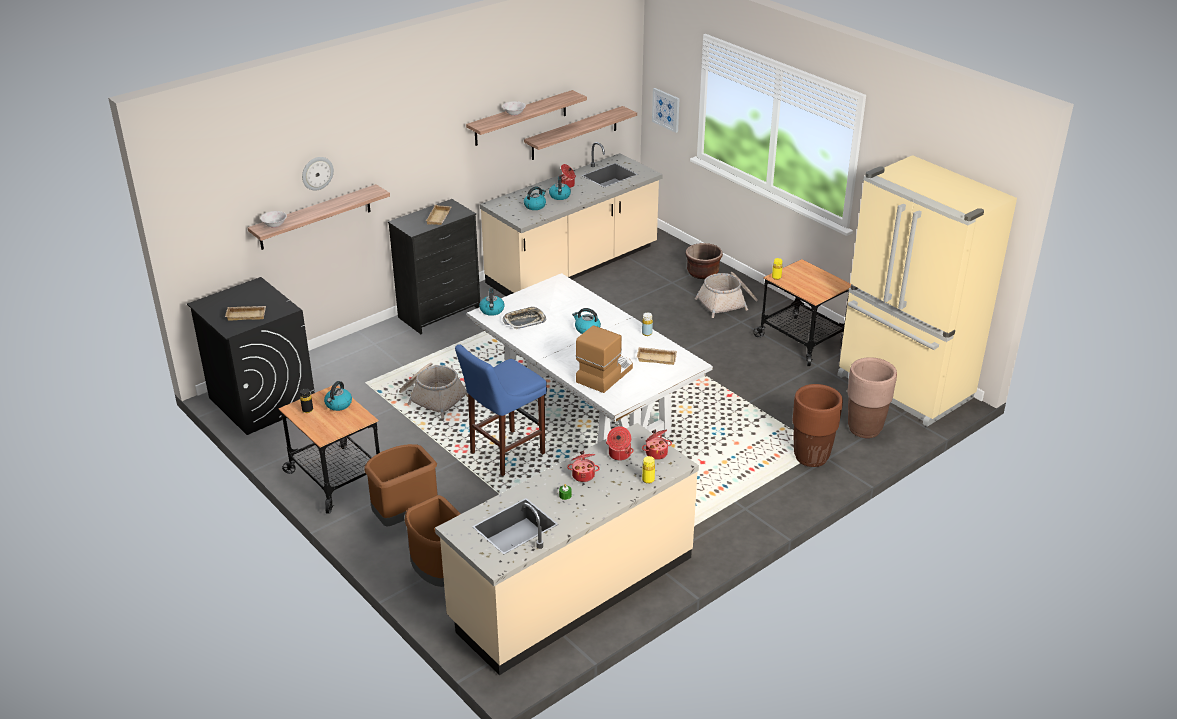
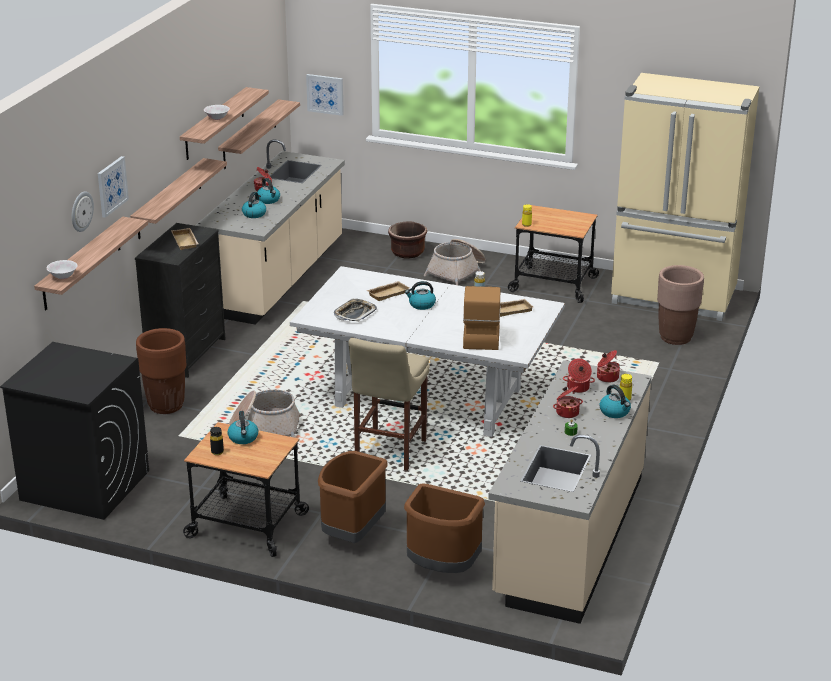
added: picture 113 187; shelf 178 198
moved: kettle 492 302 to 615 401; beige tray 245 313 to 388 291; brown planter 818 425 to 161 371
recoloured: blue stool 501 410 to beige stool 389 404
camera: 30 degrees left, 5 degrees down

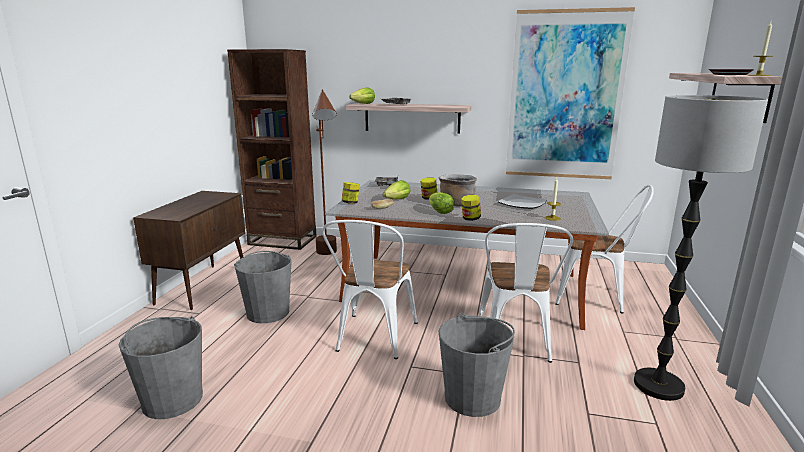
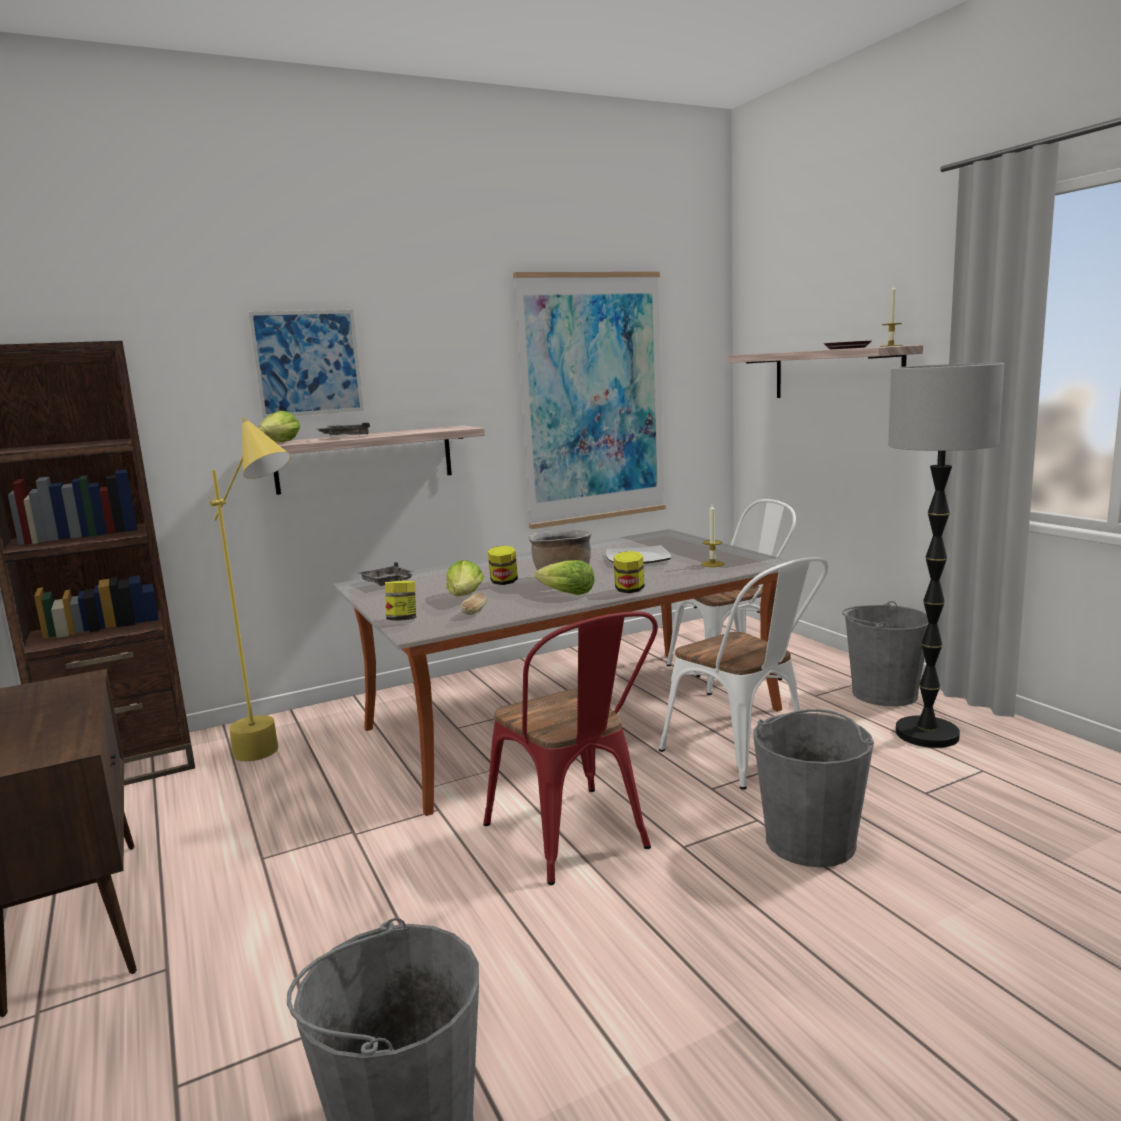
added: picture 306 364
moved: grey bucket 263 287 to 885 653
recoloured: brown floor lamp 324 172 to yellow floor lamp 248 589; white chair 370 289 to red chair 570 748
camera: 40 degrees left, 5 degrees down

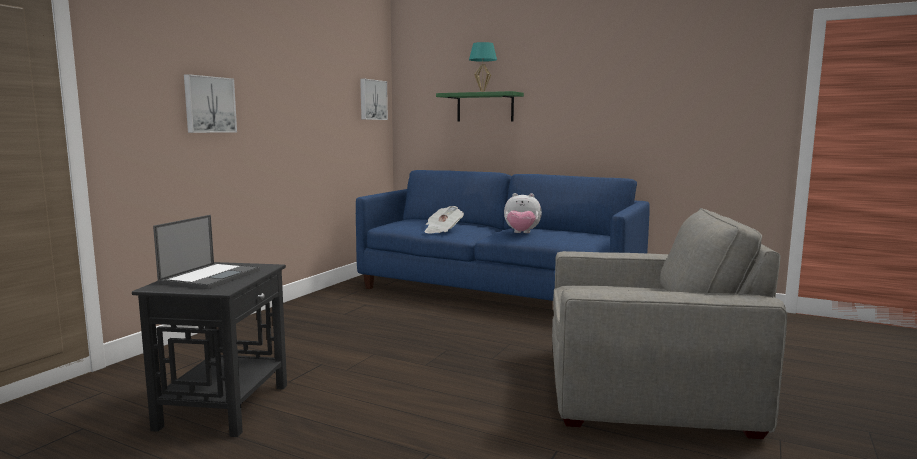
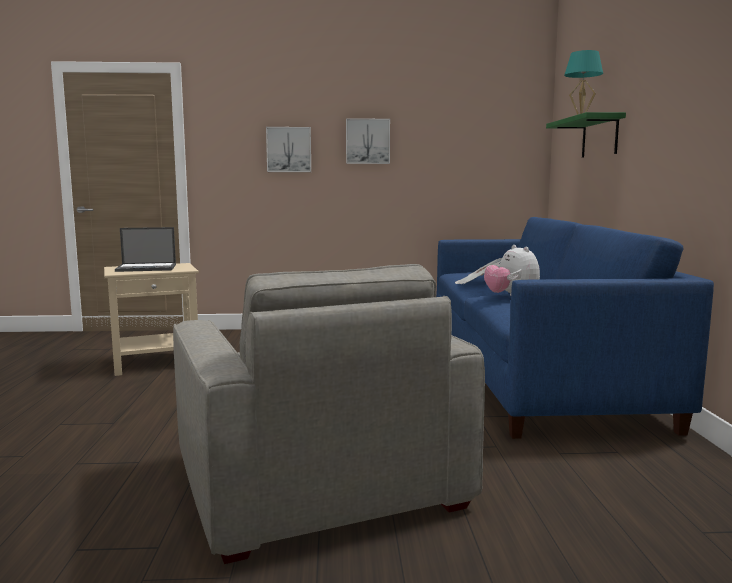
moved: picture 374 99 to 368 141
recoloured: black side table 209 349 to beige side table 151 319
camera: 60 degrees right, 0 degrees up

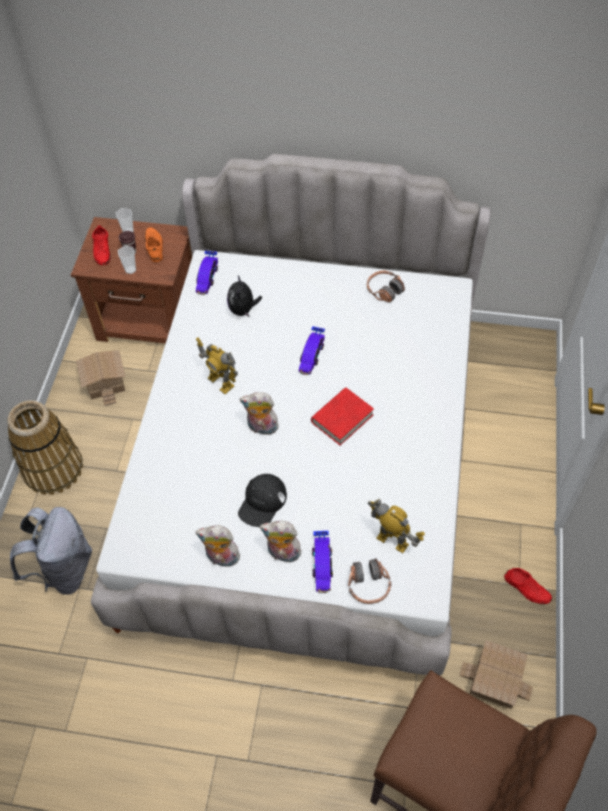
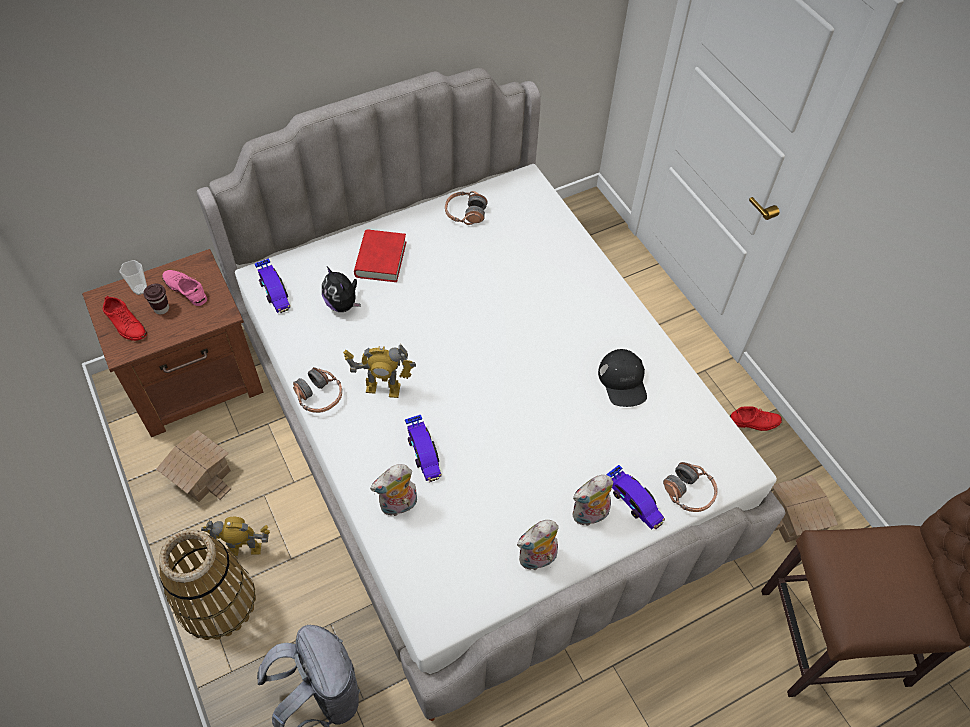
removed: cup 127 260
added: headphones 317 390
moved: toy car 312 350 to 423 448; red book 342 416 to 380 255; plush toy 259 413 to 393 490; black cap 262 500 to 622 378; toy robot 396 526 to 235 536
recoloured: orange shoe 154 244 to pink shoe 184 288
camera: 40 degrees left, 0 degrees up

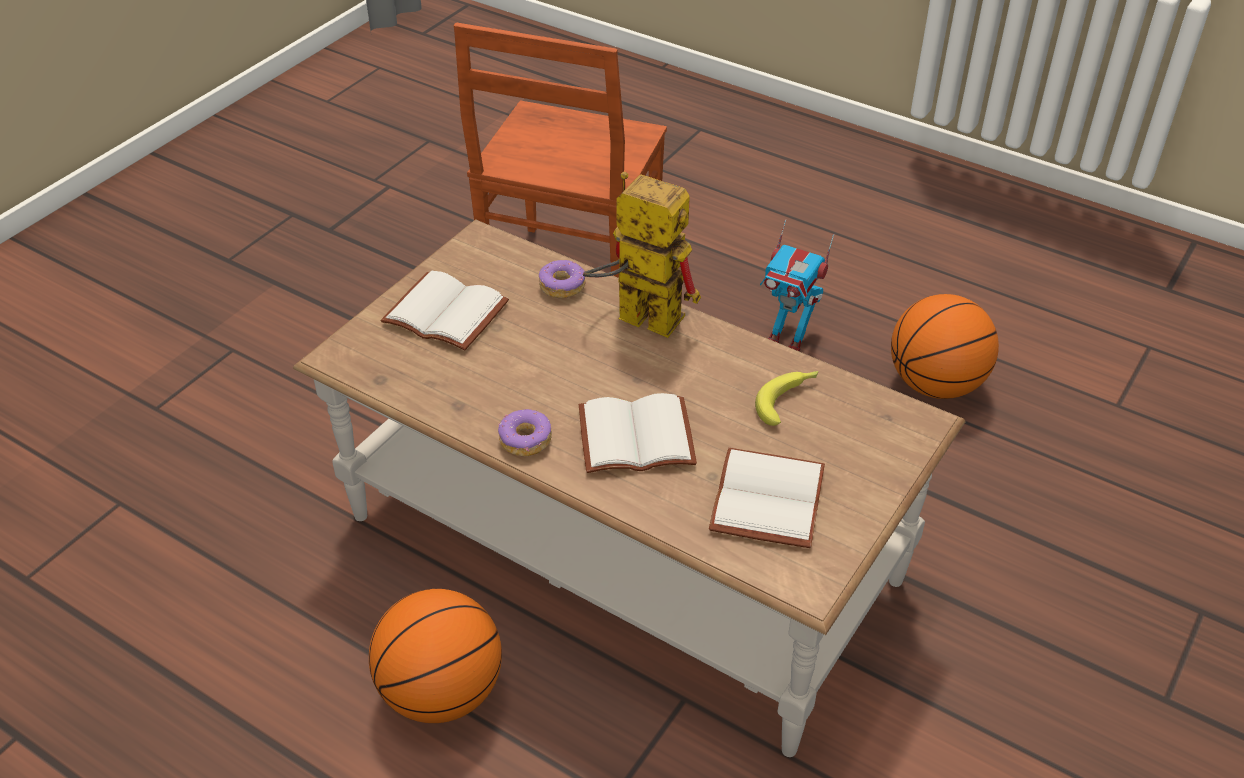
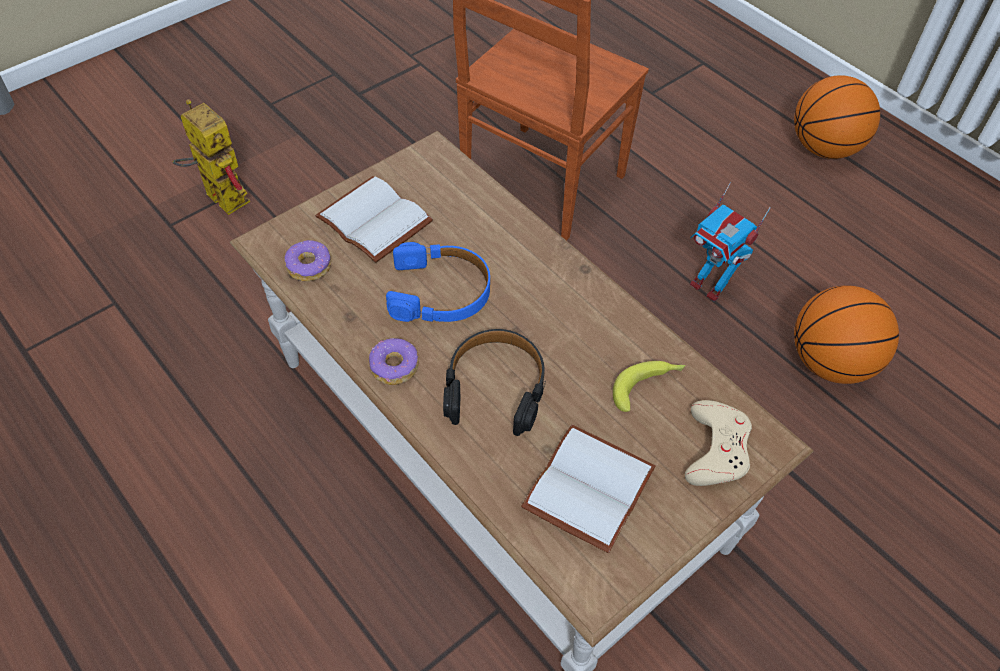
added: blue headphones 438 282; beige game controller 718 443
moved: toy robot 642 255 to 211 157; donut 562 279 to 307 260; basketball 435 656 to 837 117
replaced: white book 638 433 to black headphones 494 382
camera: 15 degrees right, 10 degrees up

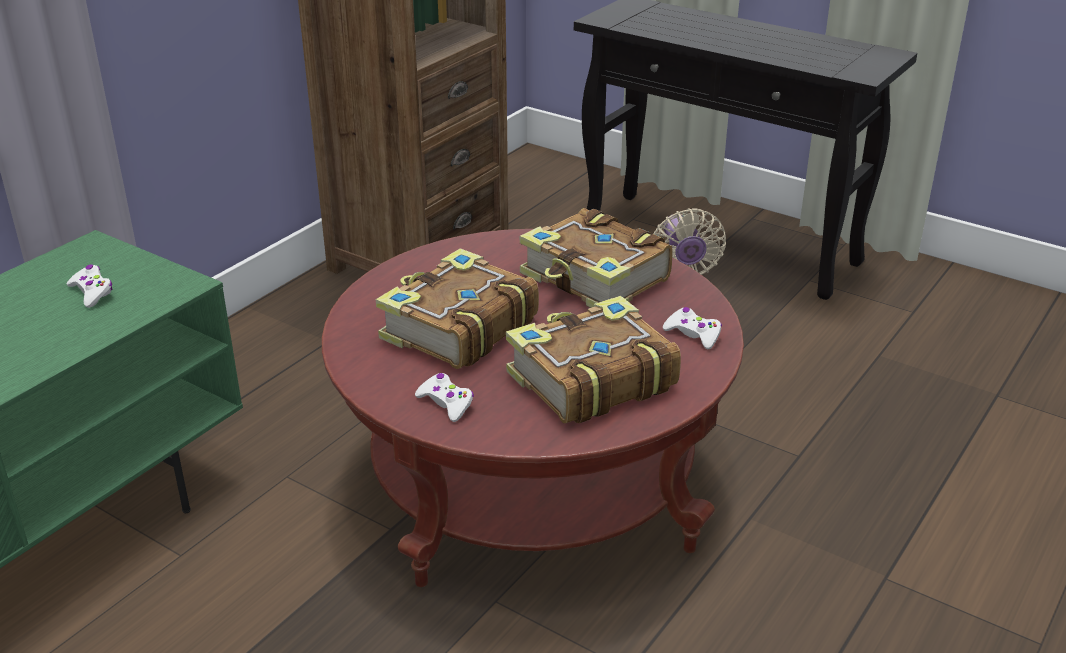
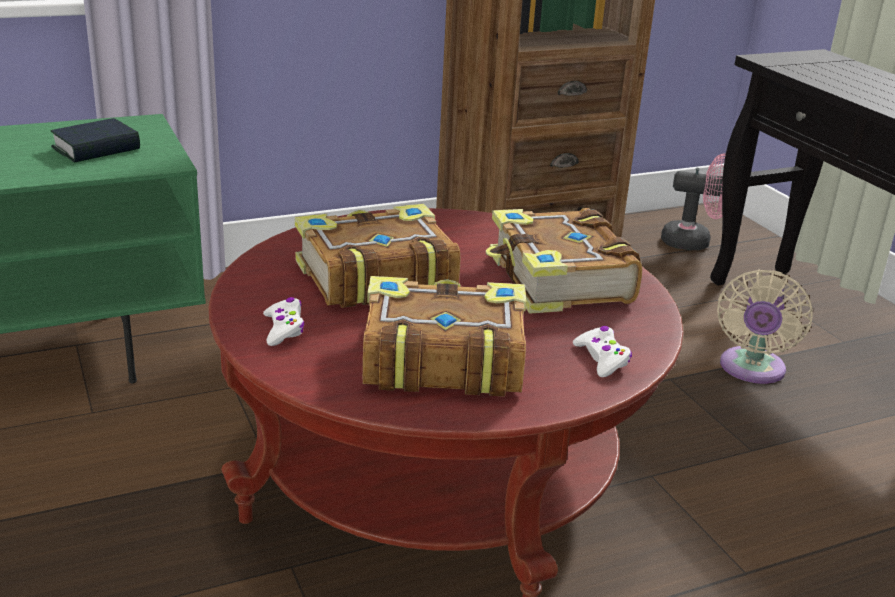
added: pink fan 693 201
replaced: white game controller 89 286 to book 95 140
camera: 30 degrees right, 5 degrees down

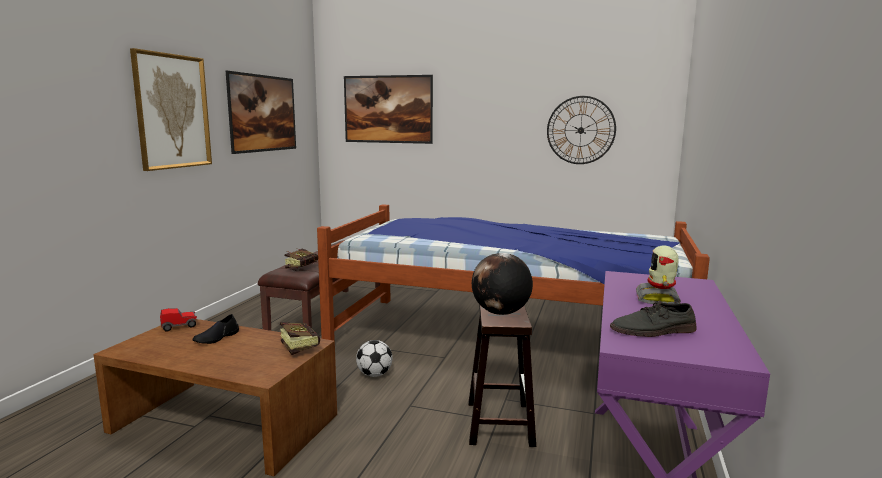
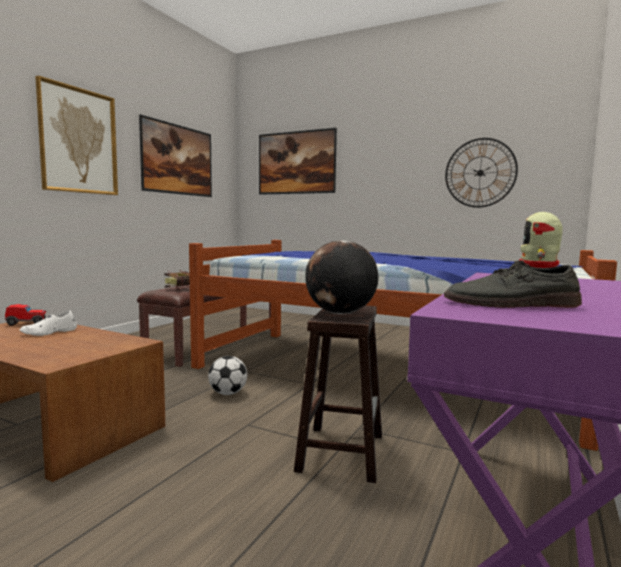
removed: book 300 338
recoloured: black shoe 215 329 to white shoe 48 323
camera: 10 degrees right, 5 degrees down

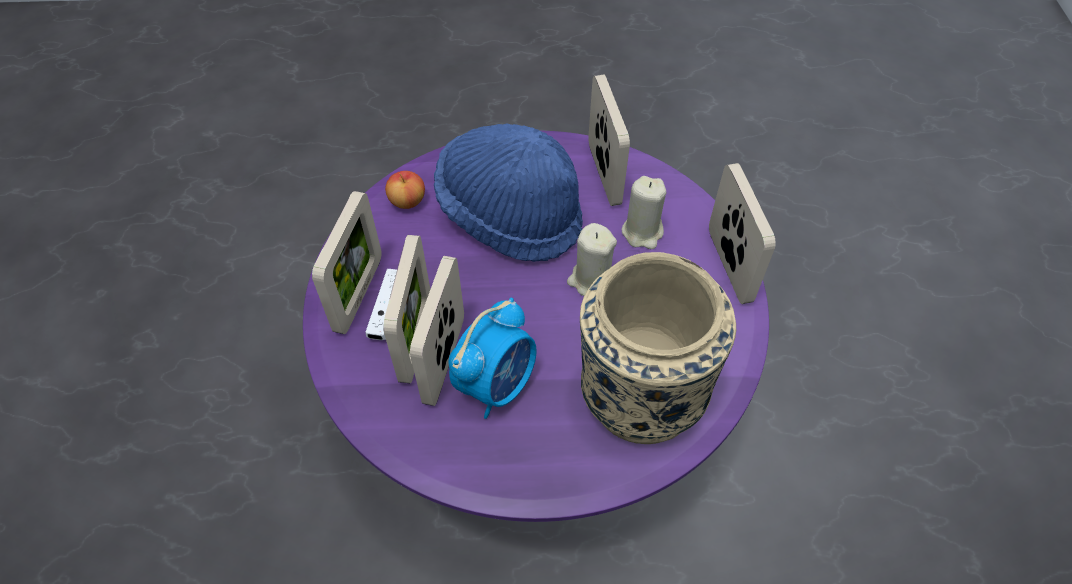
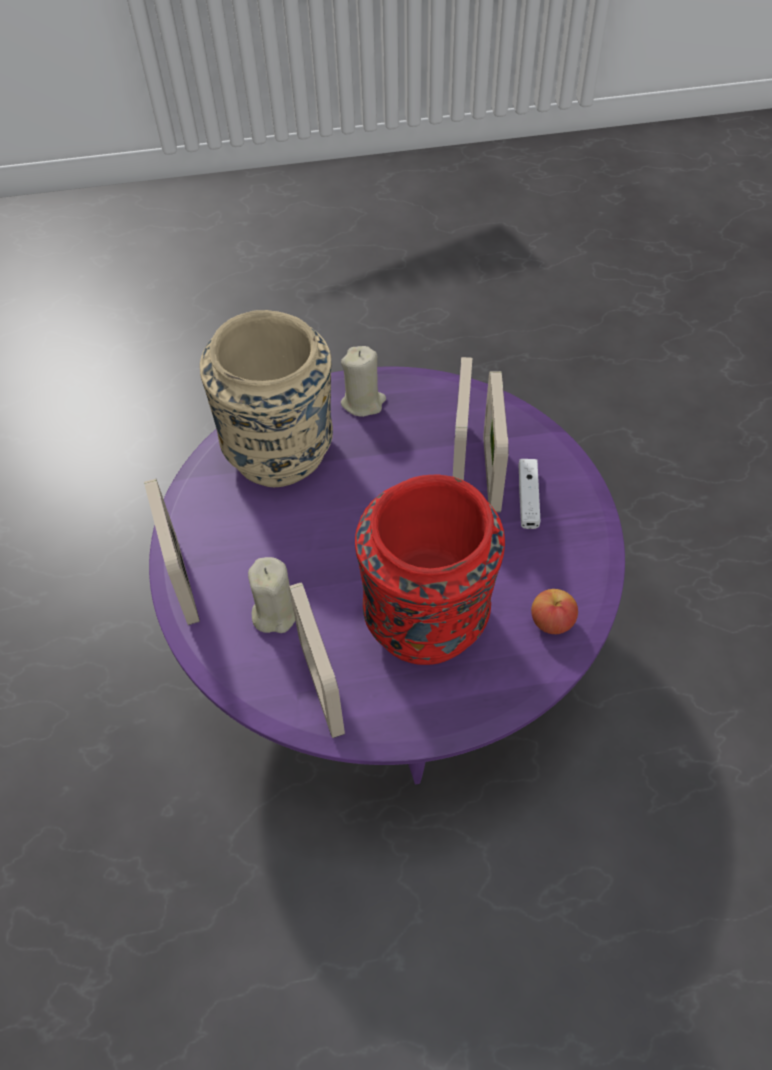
removed: picture frame 347 262; alarm clock 493 358
moved: beige candle 592 259 to 363 381
replaced: blue hat 508 192 to red vase 430 570
camera: 175 degrees right, 0 degrees up

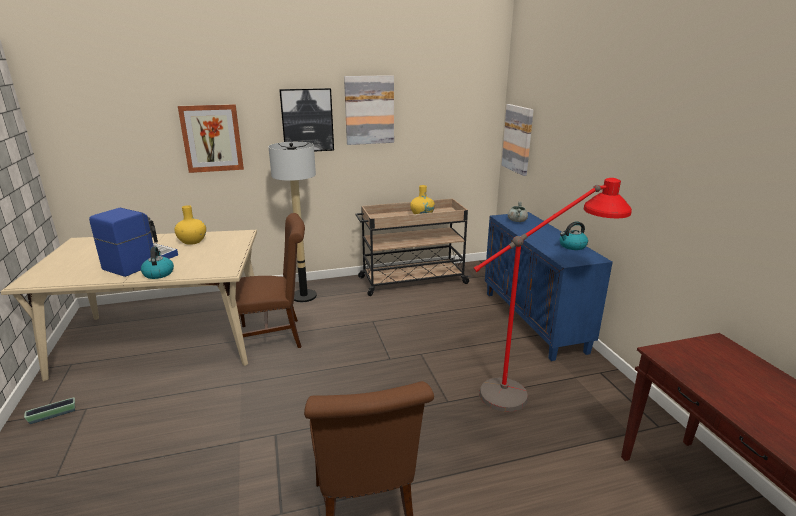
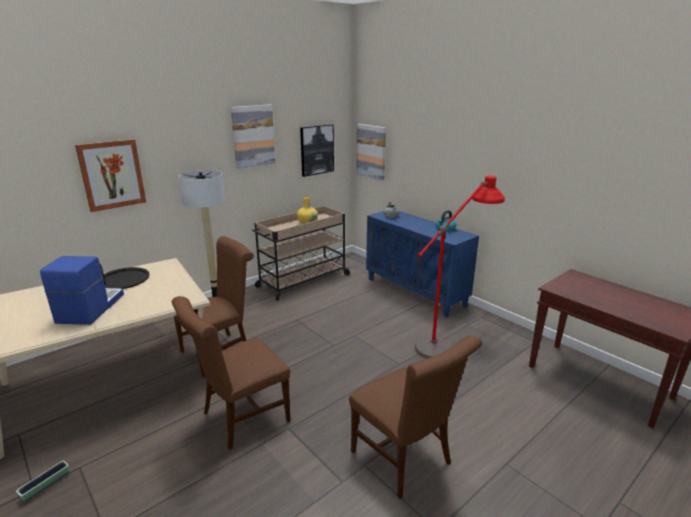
removed: kettle 157 263
added: brown chair 231 373
moved: picture 306 120 to 317 150
replaced: yellow vase 190 225 to black tray 127 278
camera: 25 degrees left, 0 degrees up

